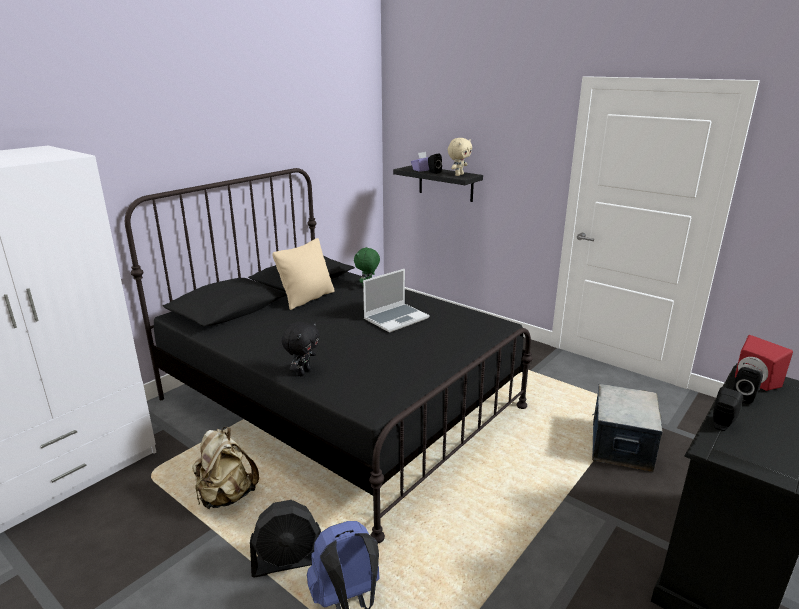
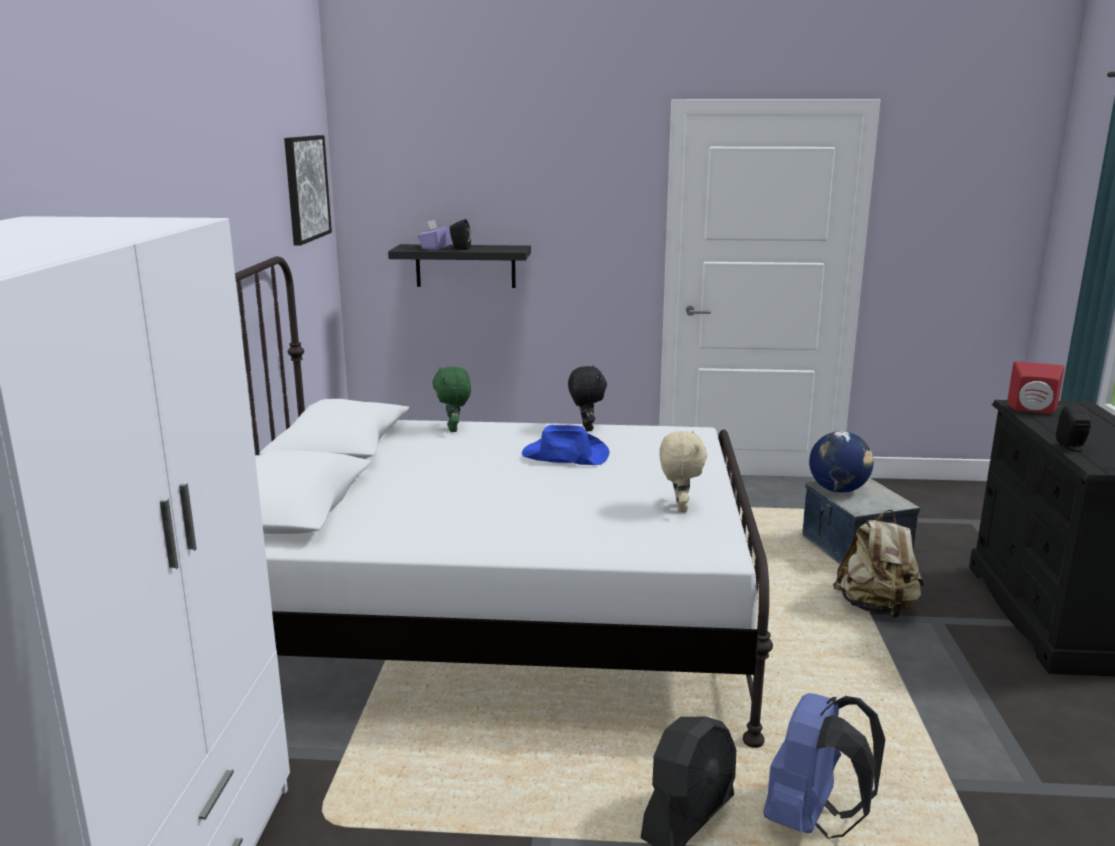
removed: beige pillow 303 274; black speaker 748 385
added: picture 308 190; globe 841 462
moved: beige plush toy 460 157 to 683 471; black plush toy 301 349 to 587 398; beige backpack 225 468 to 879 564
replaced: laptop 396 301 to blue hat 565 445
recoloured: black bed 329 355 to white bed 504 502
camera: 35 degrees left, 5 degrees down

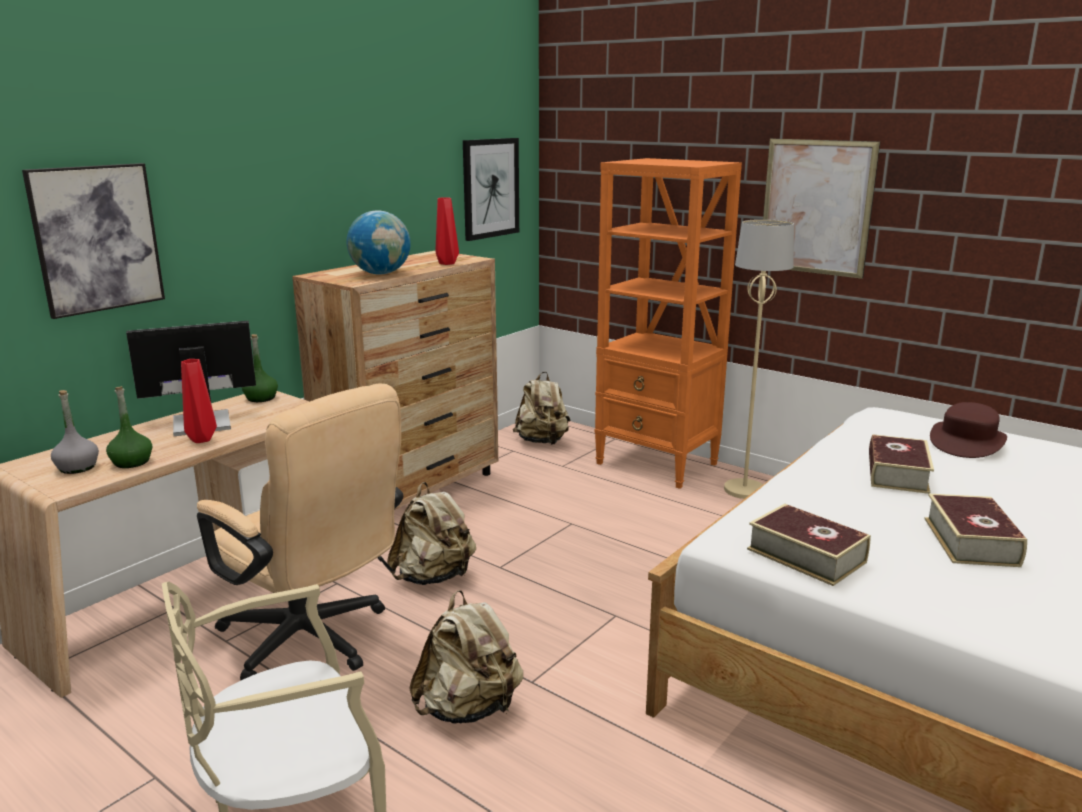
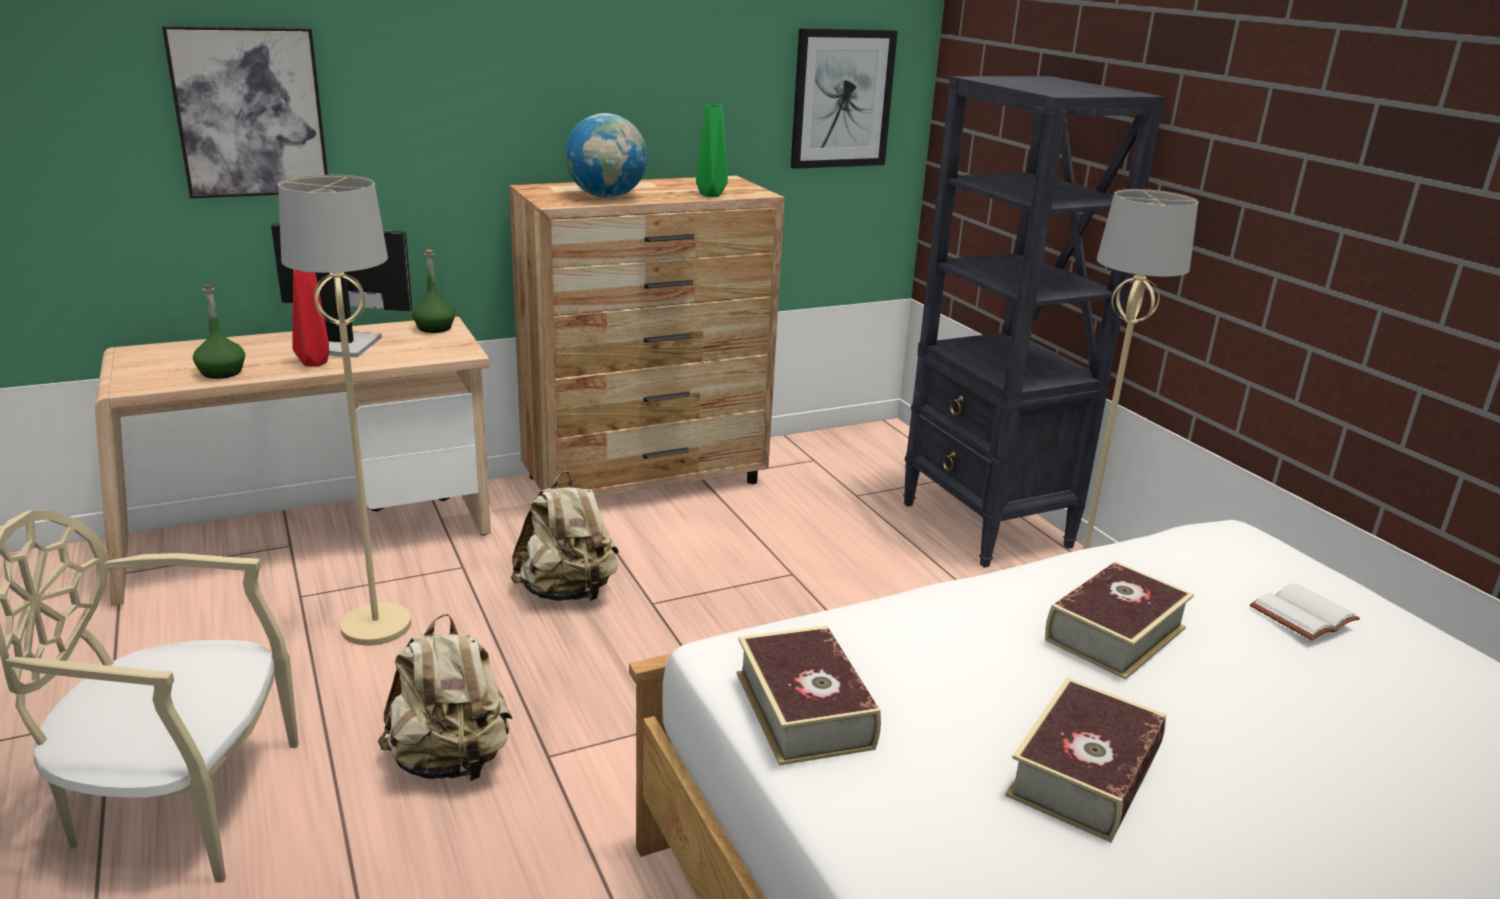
removed: picture 821 209; beige backpack 541 408; grey bottle 75 432
replaced: beige office chair 300 531 to beige floor lamp 344 410; brown hat 968 430 to white book 1305 611
recoloured: orange bookcase 668 323 to black bookcase 1034 322; red vase 447 231 to green vase 712 151
camera: 25 degrees right, 5 degrees up

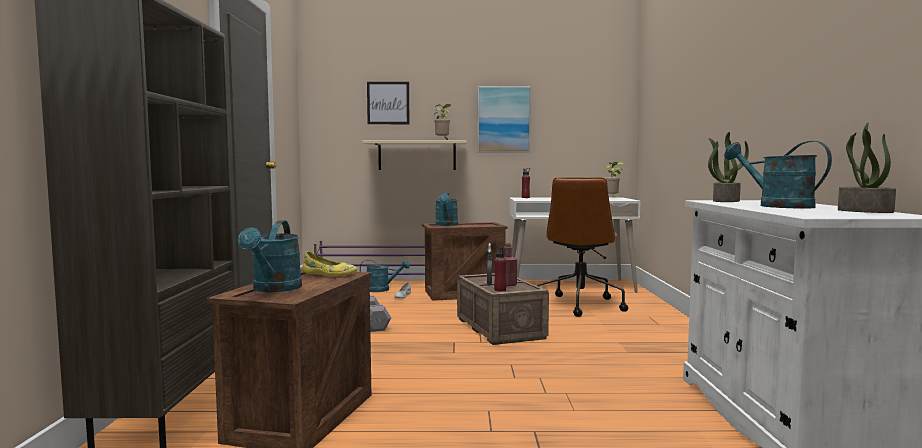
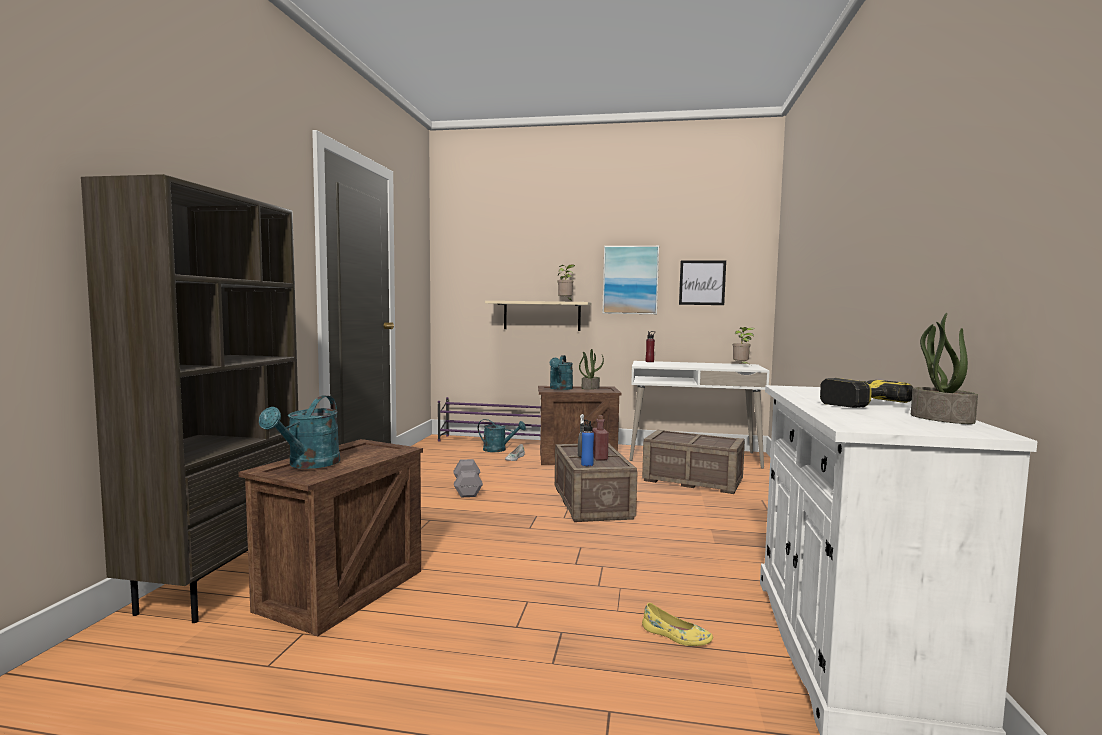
moved: picture 388 103 to 702 282; potted plant 728 167 to 591 369; yellow shoe 329 264 to 677 624
replaced: turquoise watering can 778 175 to power drill 866 393; brown office chair 582 247 to crate 693 462
recoloured: red bottle 500 269 to blue bottle 587 443
camera: 10 degrees right, 0 degrees up

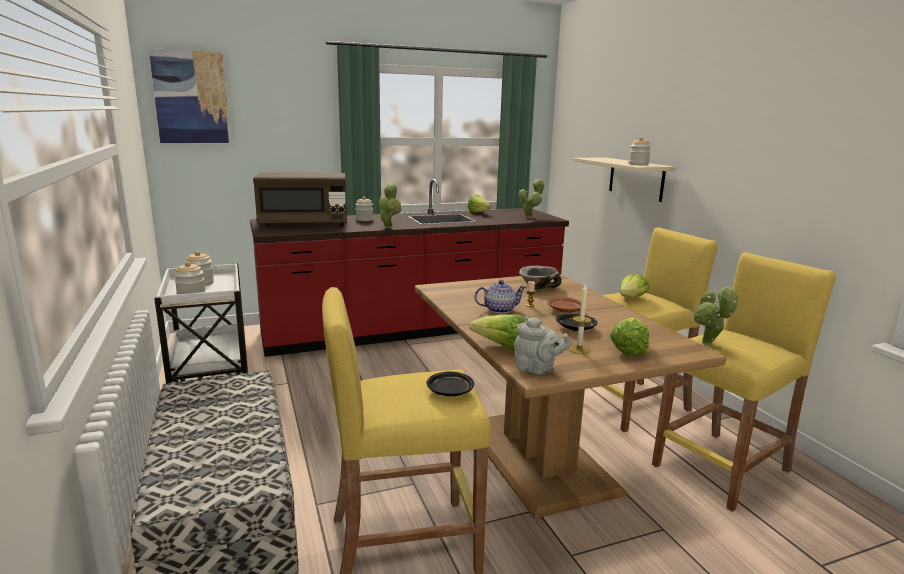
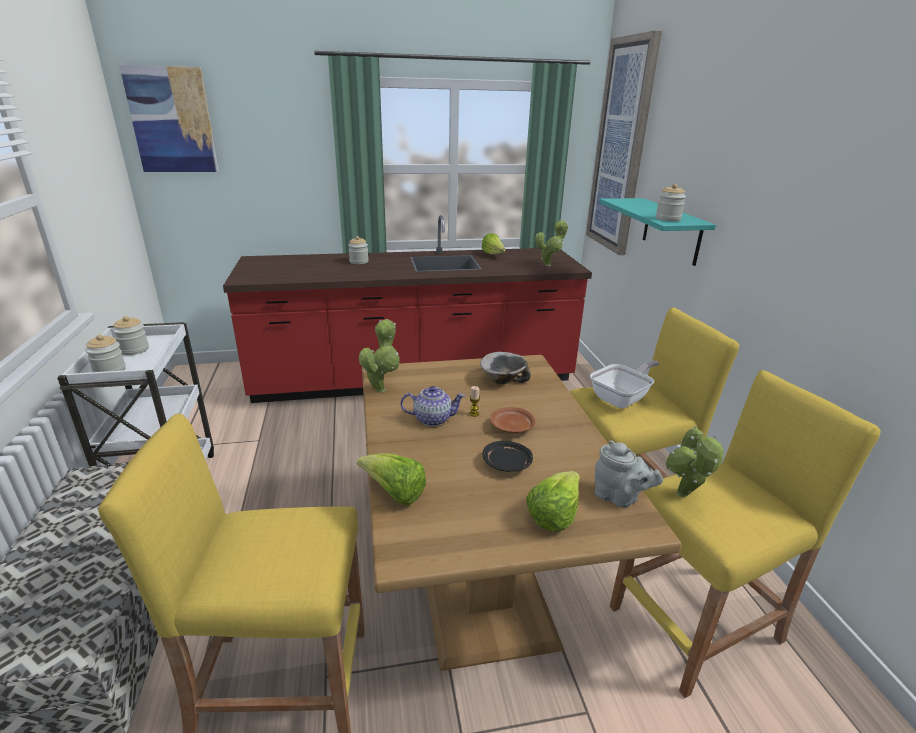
removed: brown microwave 300 199; candle 580 318; black plate 450 383
added: picture 624 142
moved: potted plant 390 206 to 379 356; grey teapot 543 345 to 629 474
replaced: lettuce 634 285 to frying pan 624 384
recoloured: beige shelf 624 180 to turquoise shelf 657 232
camera: 10 degrees right, 10 degrees up

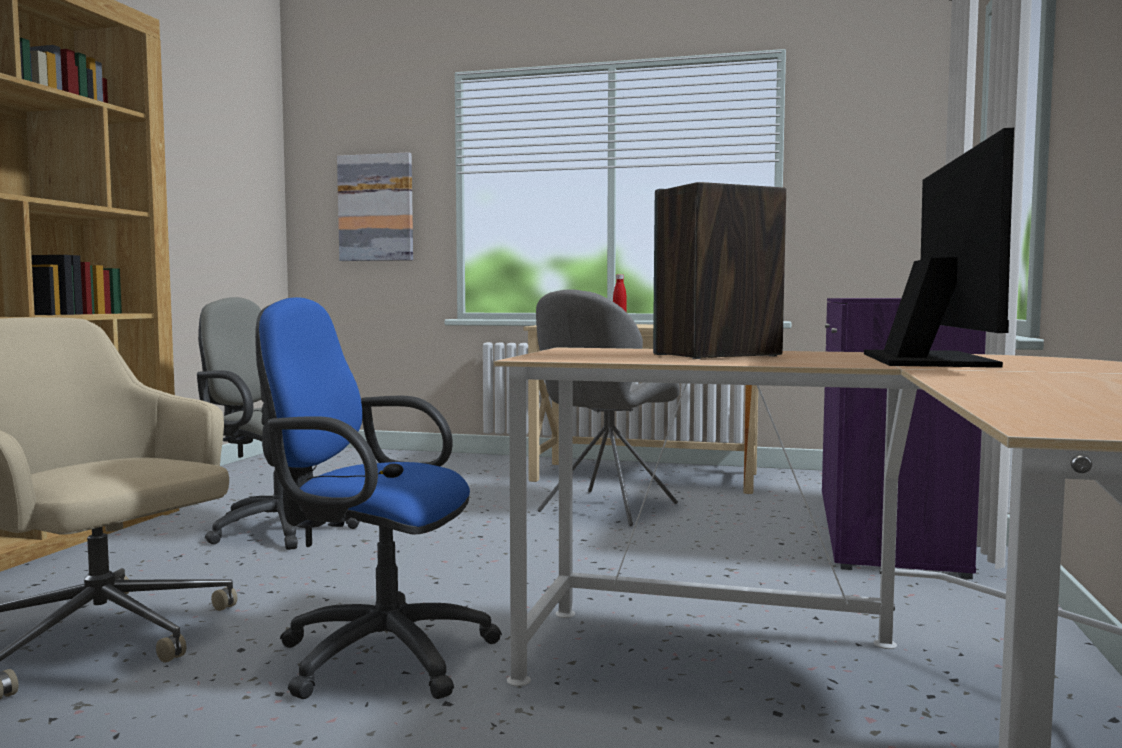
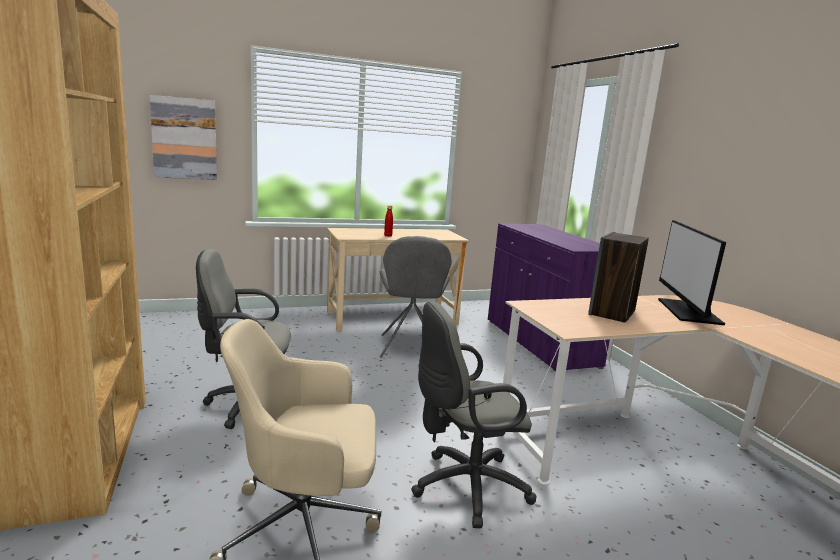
recoloured: blue office chair 378 498 to grey office chair 473 415
turned: monitor 939 248 = 692 272 150 degrees counterclockwise
camera: 35 degrees left, 10 degrees up

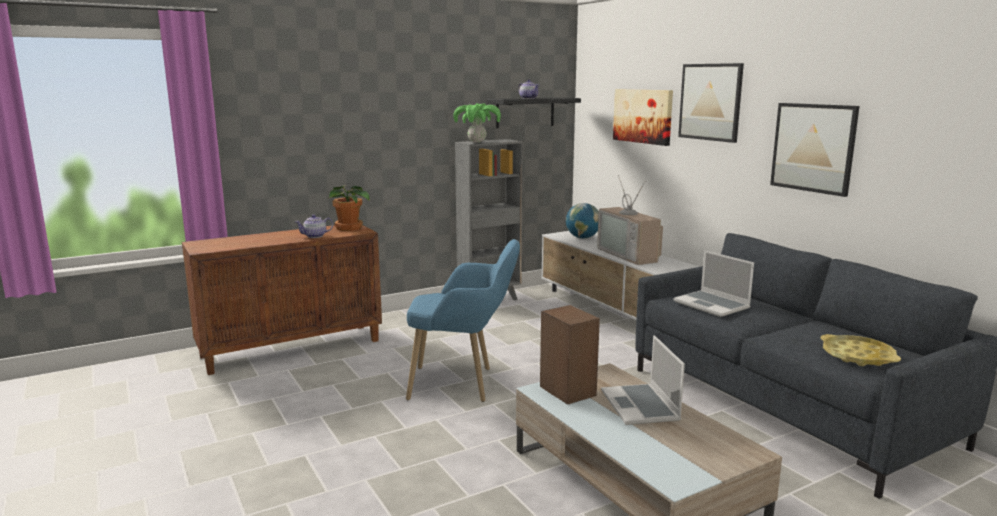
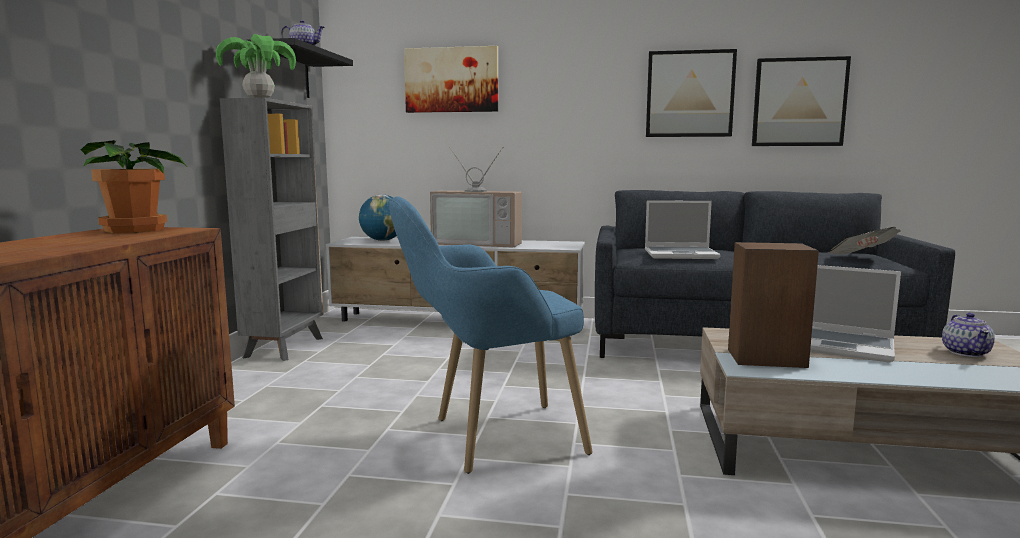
moved: picture 711 103 to 801 101; teapot 314 226 to 968 335
replaced: yellow tray 861 350 to newspaper 864 241
turned: blue armchair 463 320 = 491 335 150 degrees counterclockwise
camera: 50 degrees left, 5 degrees down

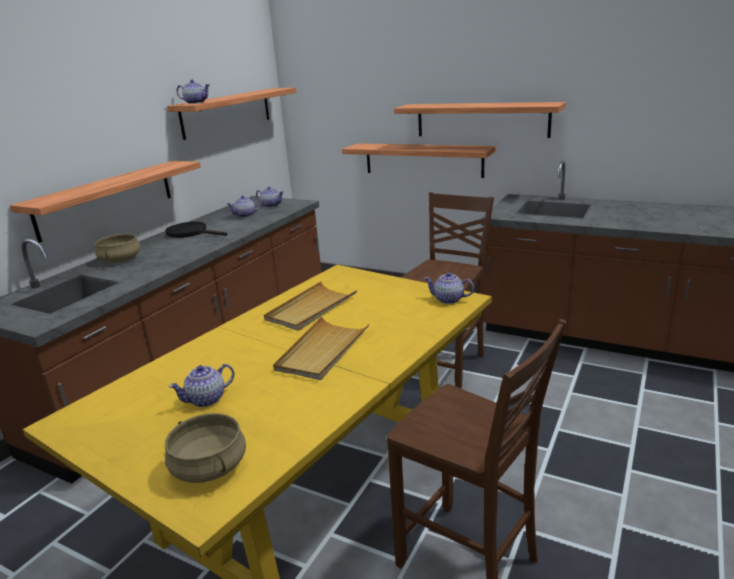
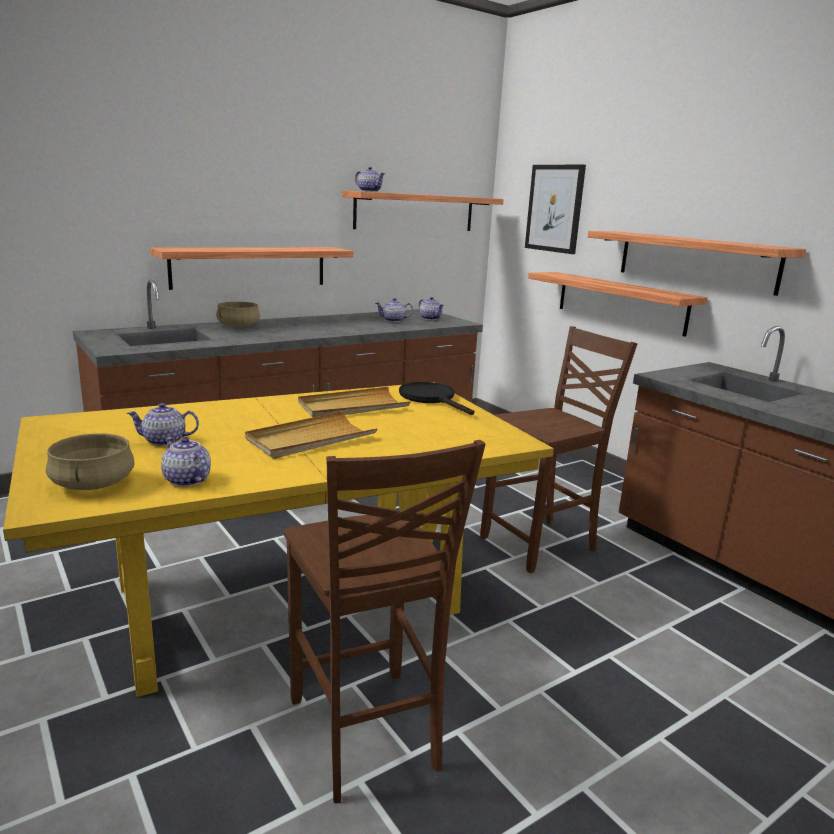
added: picture 555 209
moved: black frying pan 196 230 to 436 398; teapot 449 288 to 186 462
camera: 25 degrees right, 5 degrees down

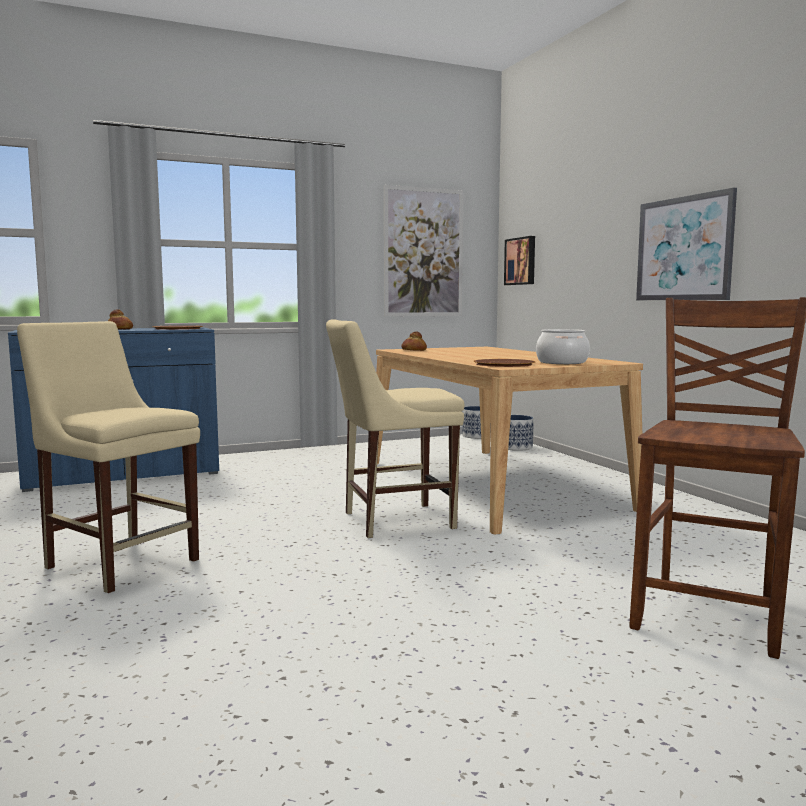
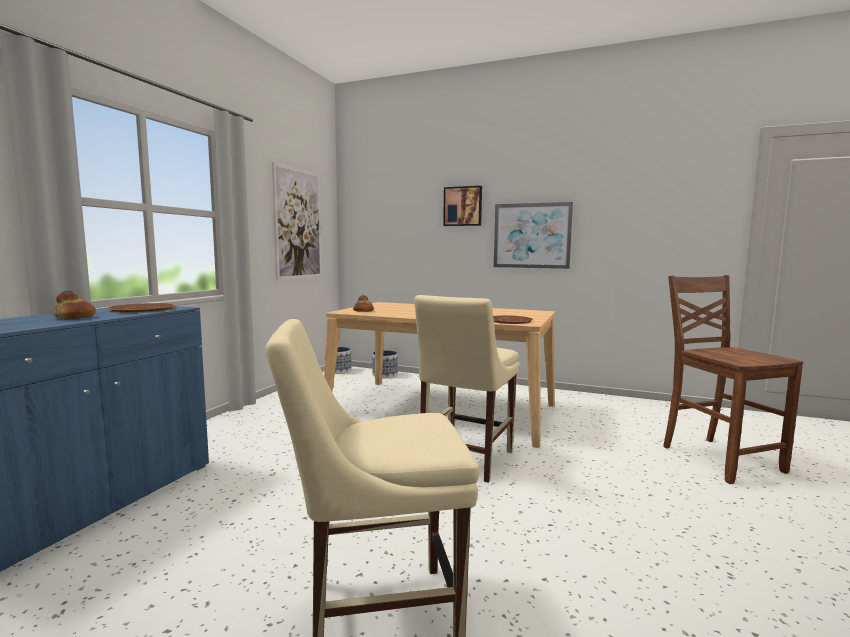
removed: cooking pot 563 346
moved: picture 519 260 to 462 206
camera: 45 degrees left, 0 degrees up

